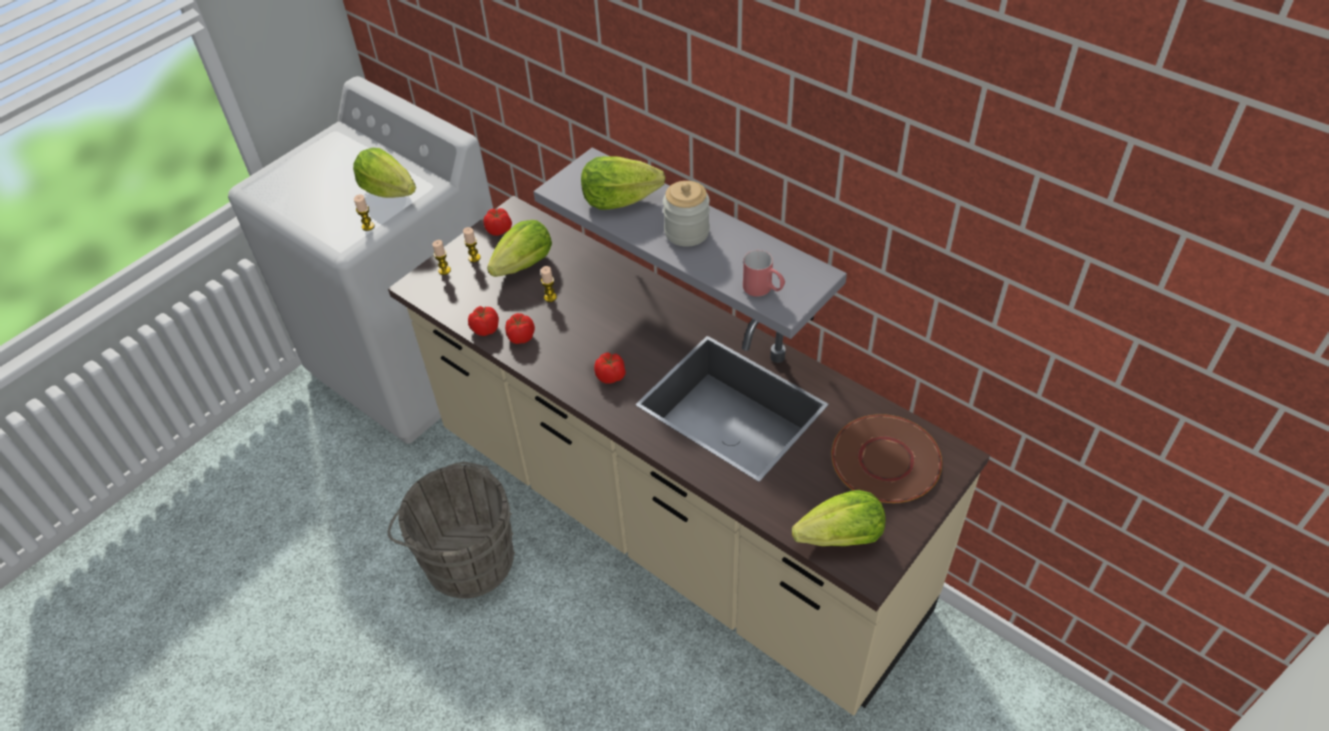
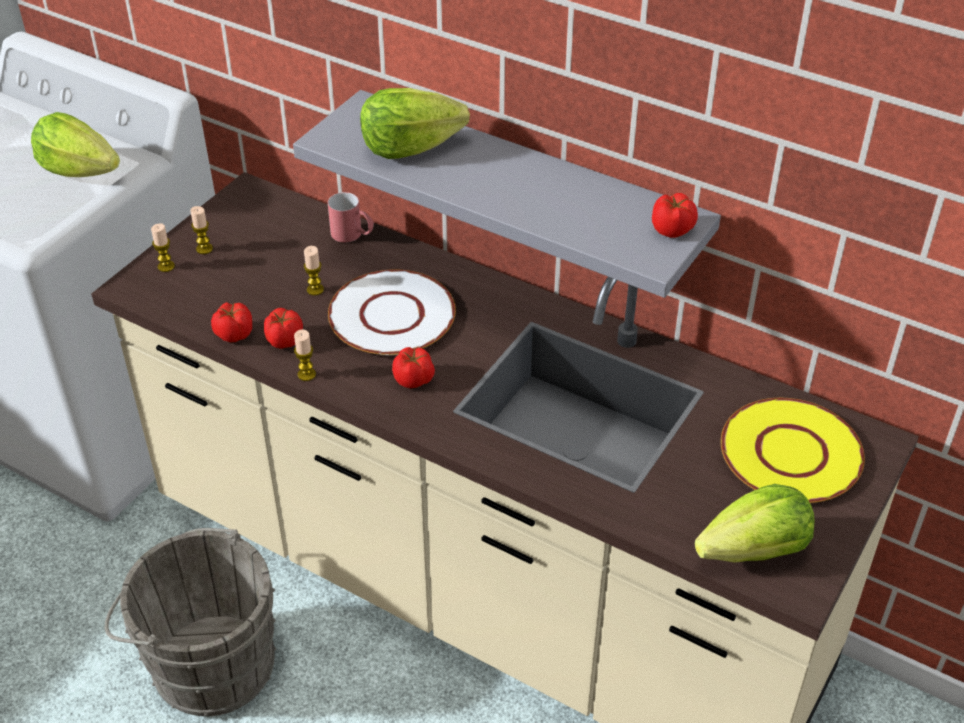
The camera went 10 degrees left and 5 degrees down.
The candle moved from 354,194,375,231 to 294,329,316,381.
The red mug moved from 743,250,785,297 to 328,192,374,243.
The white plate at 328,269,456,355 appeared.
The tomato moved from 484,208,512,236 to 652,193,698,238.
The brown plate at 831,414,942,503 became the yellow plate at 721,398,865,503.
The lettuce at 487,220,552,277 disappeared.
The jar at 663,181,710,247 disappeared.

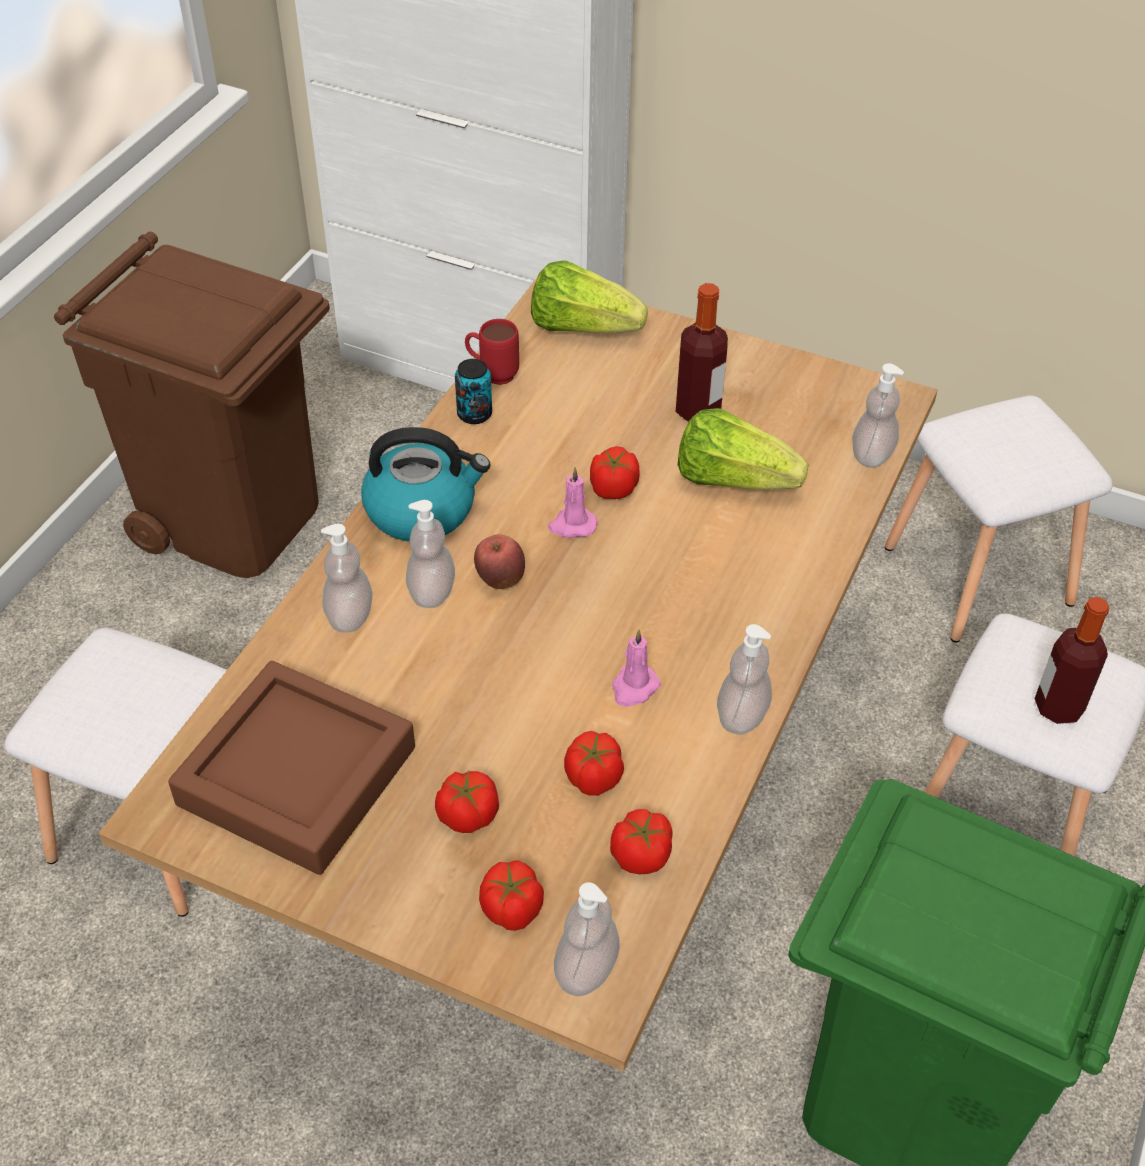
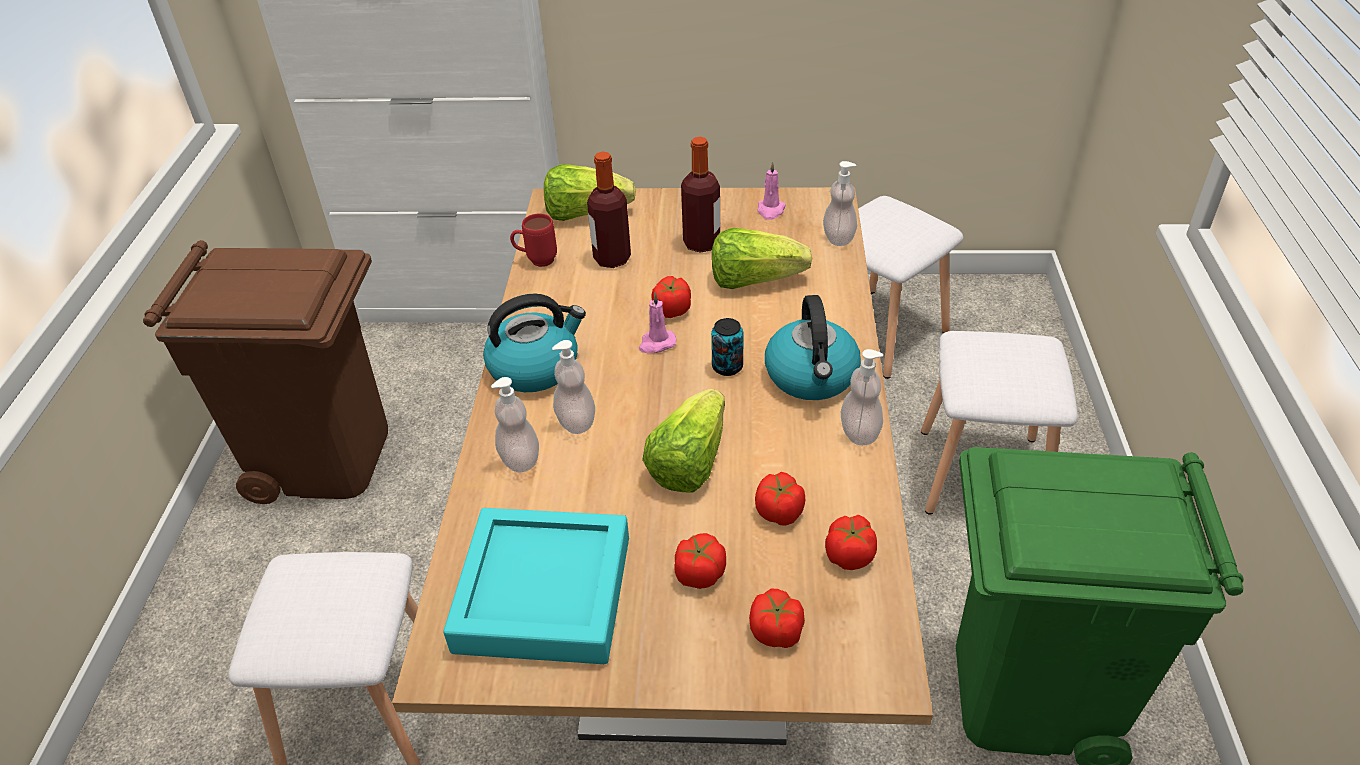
The camera went 20 degrees left and 5 degrees down.
The brown tray at 168,661,415,875 became the turquoise tray at 443,508,629,664.
The bottle moved from 1034,597,1110,724 to 587,151,631,268.
The lettuce at 642,389,725,493 appeared.
The can moved from 455,359,492,424 to 711,318,744,376.
The pink candle moved from 612,630,661,707 to 757,161,786,220.
The kettle at 765,295,861,400 appeared.
The apple at 474,534,525,589 disappeared.
The soap dispenser at 554,882,620,996 disappeared.

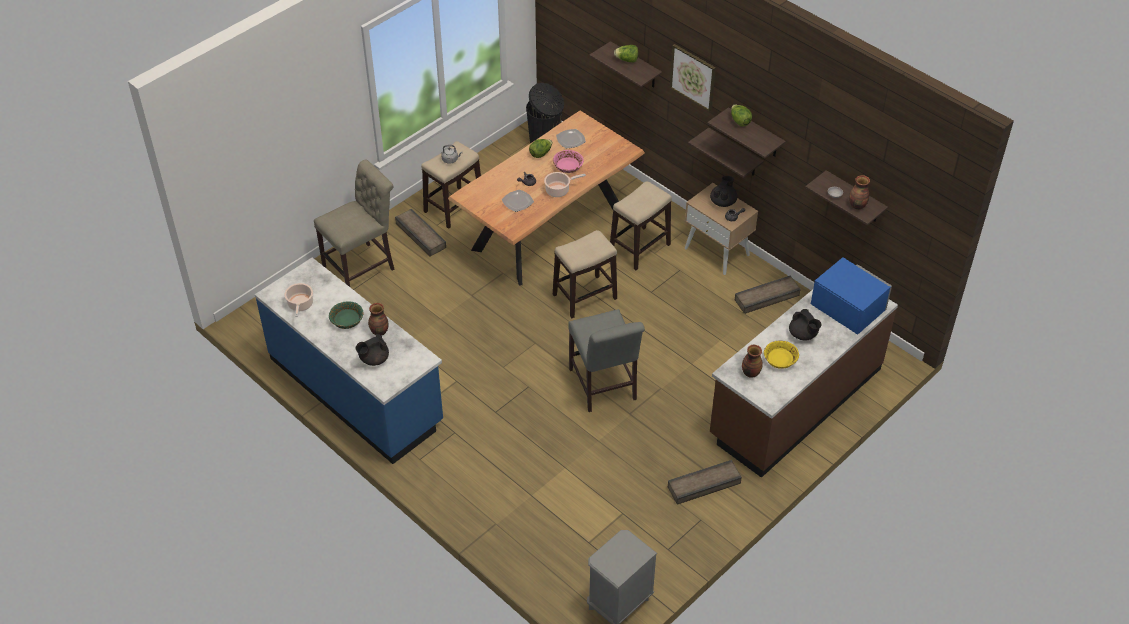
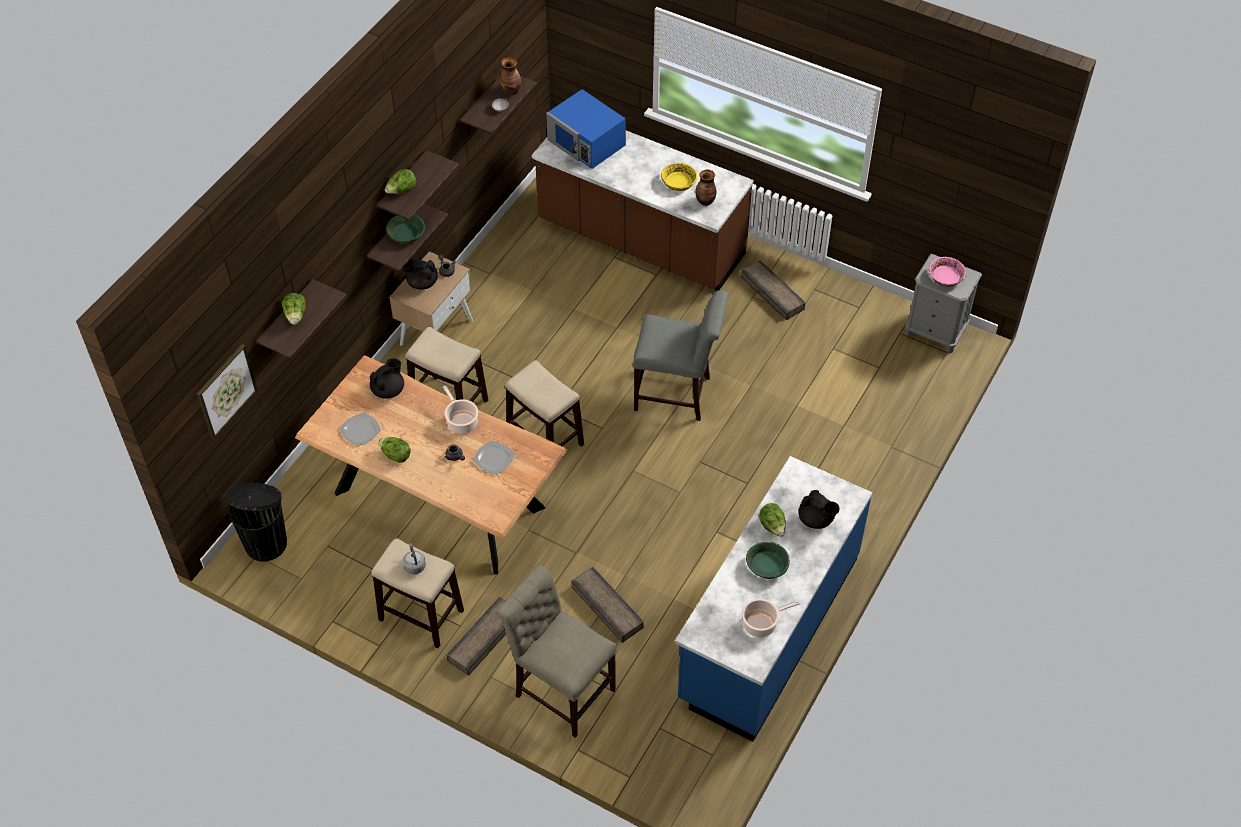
The camera went 105 degrees left and 5 degrees up.
The picture moved from 670,44,716,112 to 197,344,258,439.
The black teapot moved from 789,309,822,340 to 370,358,404,399.
The green bowl at 386,215,425,243 appeared.
The blue microwave at 811,257,892,335 turned 75 degrees counterclockwise.
The crate moved from 735,275,801,314 to 571,567,644,643.
The grey chair at 568,309,645,412 turned 45 degrees clockwise.
The vase at 368,303,389,336 was replaced by the lettuce at 759,503,786,537.
The pink bowl moved from 553,150,584,173 to 929,257,966,287.

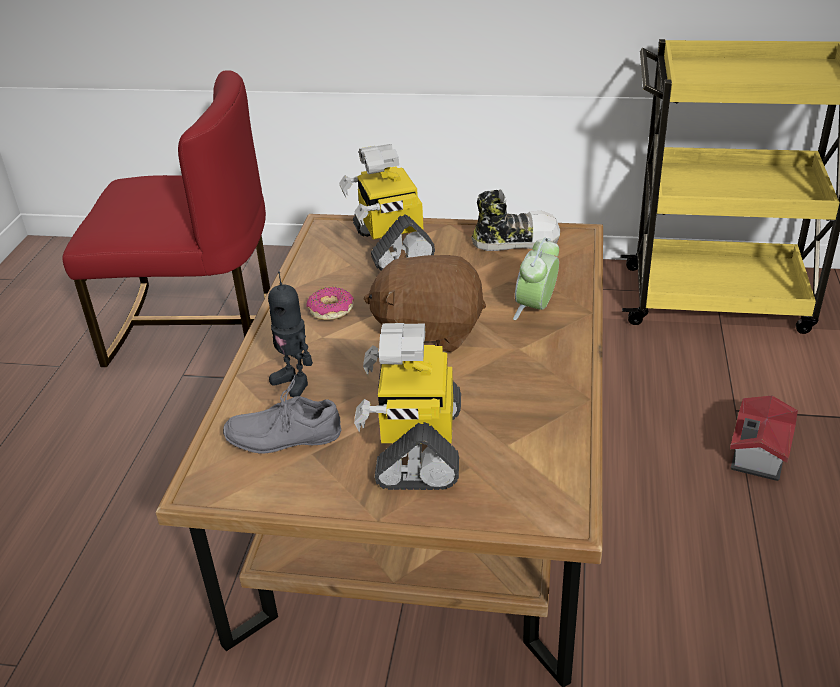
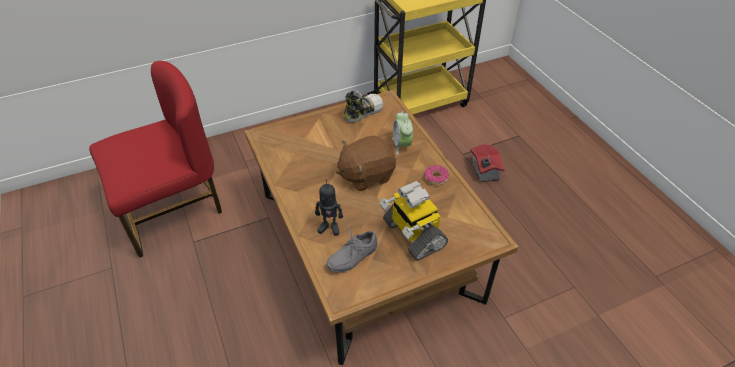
The camera went 35 degrees left and 10 degrees up.
The donut moved from 306,287,354,320 to 424,165,449,185.
The toy robot at 339,144,435,271 disappeared.

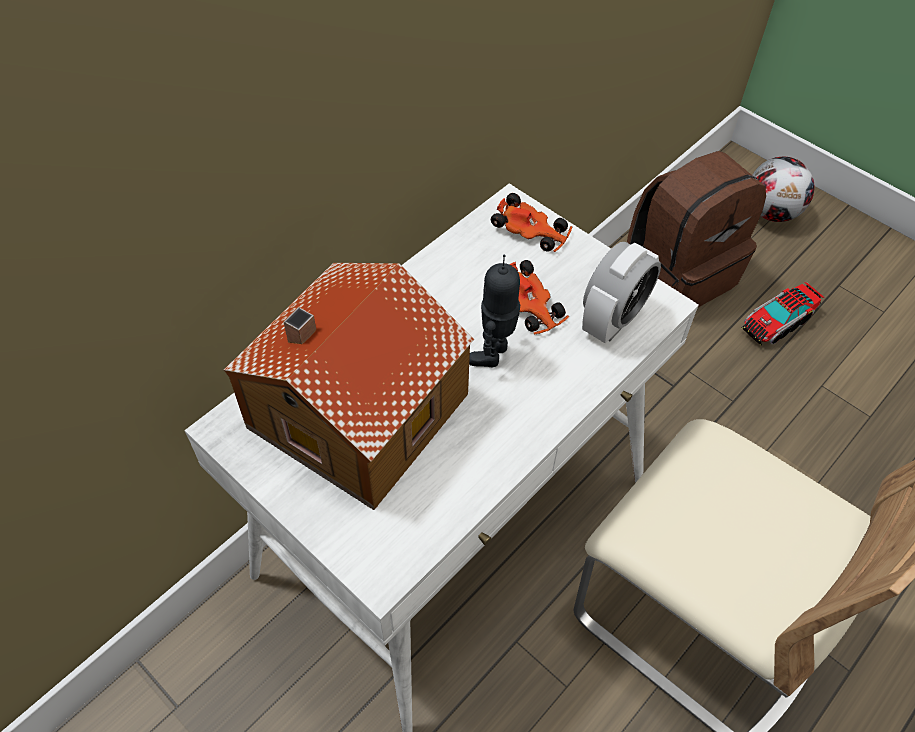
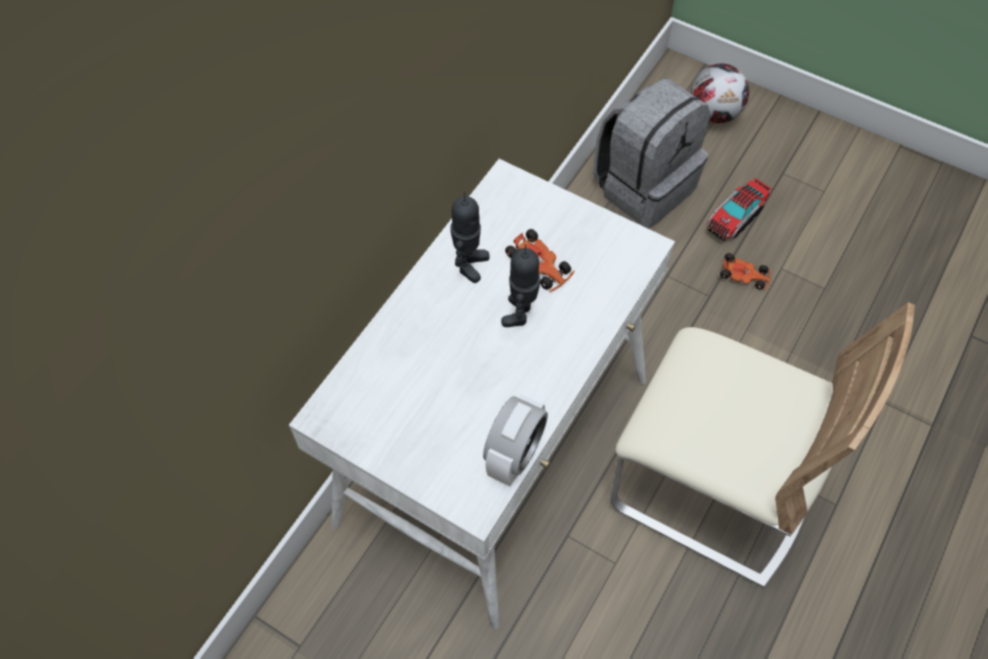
The camera went 10 degrees left and 5 degrees up.
The toy robot at 450,191,490,283 appeared.
The alarm clock moved from 582,242,661,343 to 483,394,548,486.
The brown backpack at 627,151,766,307 became the grey backpack at 593,78,710,228.
The toy car moved from 491,193,572,252 to 720,253,771,290.
The toy house at 224,263,474,510 disappeared.

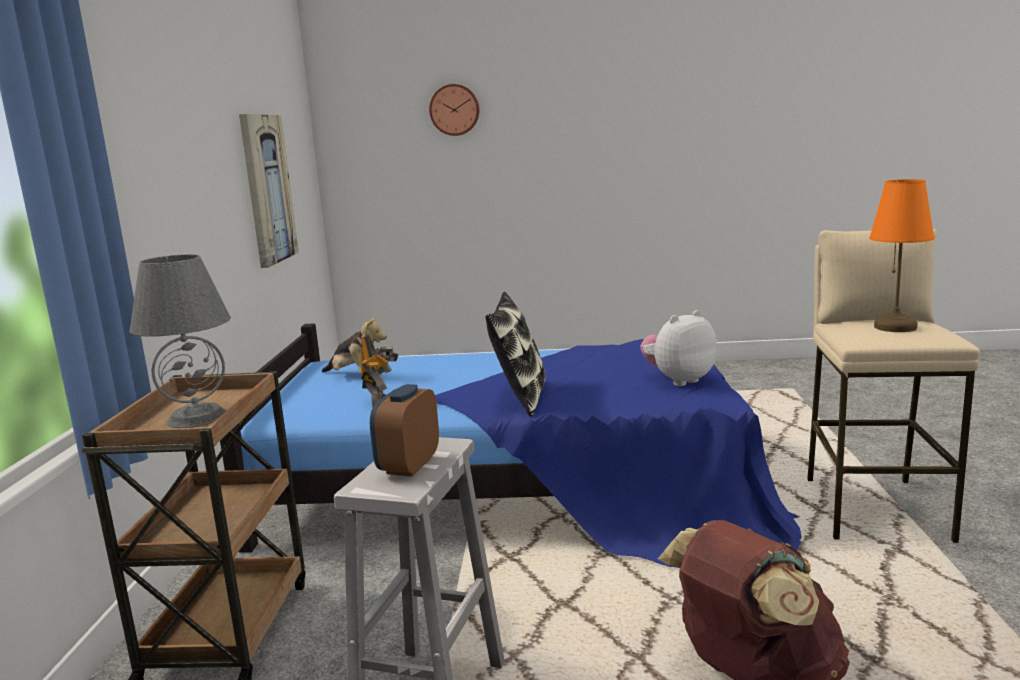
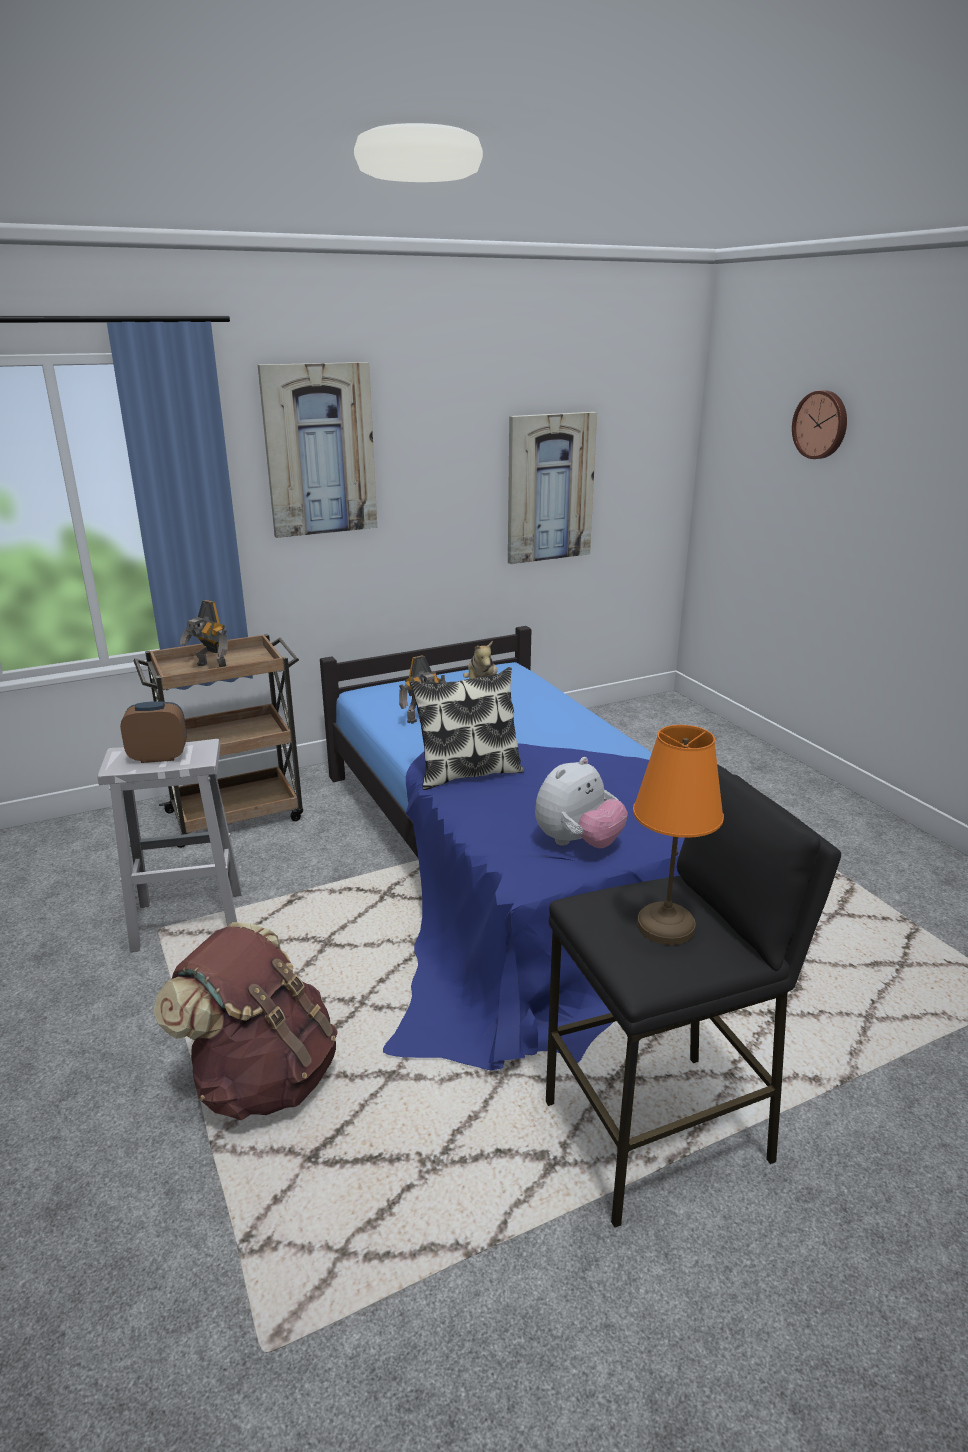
The camera went 60 degrees right and 10 degrees up.
The grey table lamp at 129,254,231,428 was replaced by the toy robot at 180,600,228,668.
The picture at 258,362,377,538 appeared.
The plush toy at 640,310,717,386 turned 105 degrees clockwise.
The beige stool at 807,229,980,543 became the black stool at 546,764,841,1228.

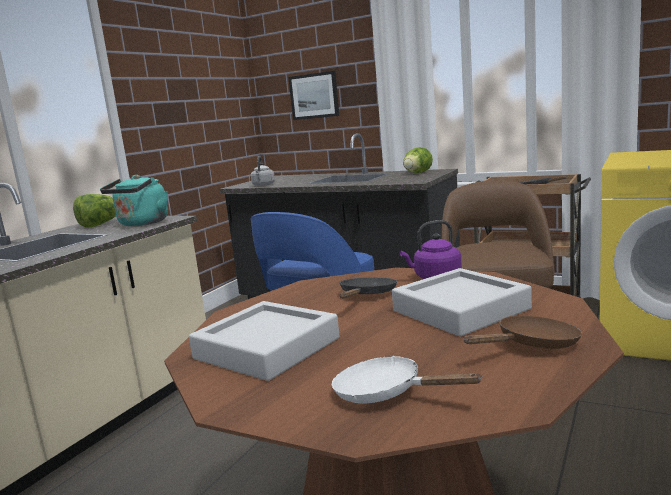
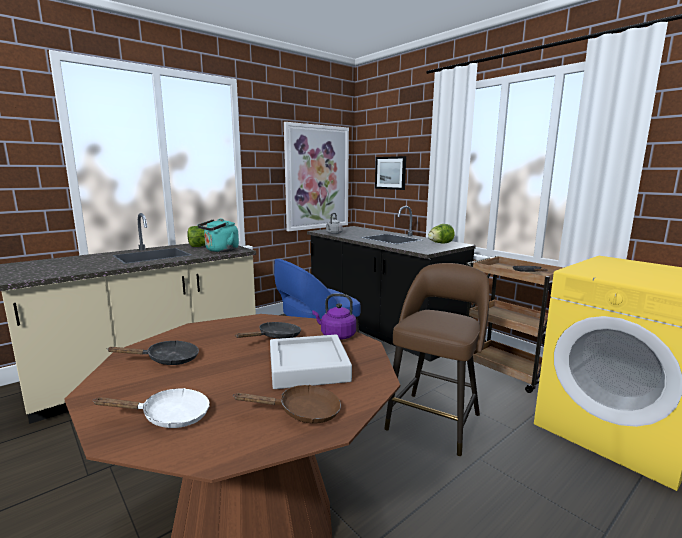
The camera went 20 degrees right and 0 degrees up.
The white frying pan at 332,356,483,403 turned 120 degrees clockwise.
The grey tray at 189,301,340,381 was replaced by the black frying pan at 106,340,199,365.
The picture at 284,122,349,231 appeared.

